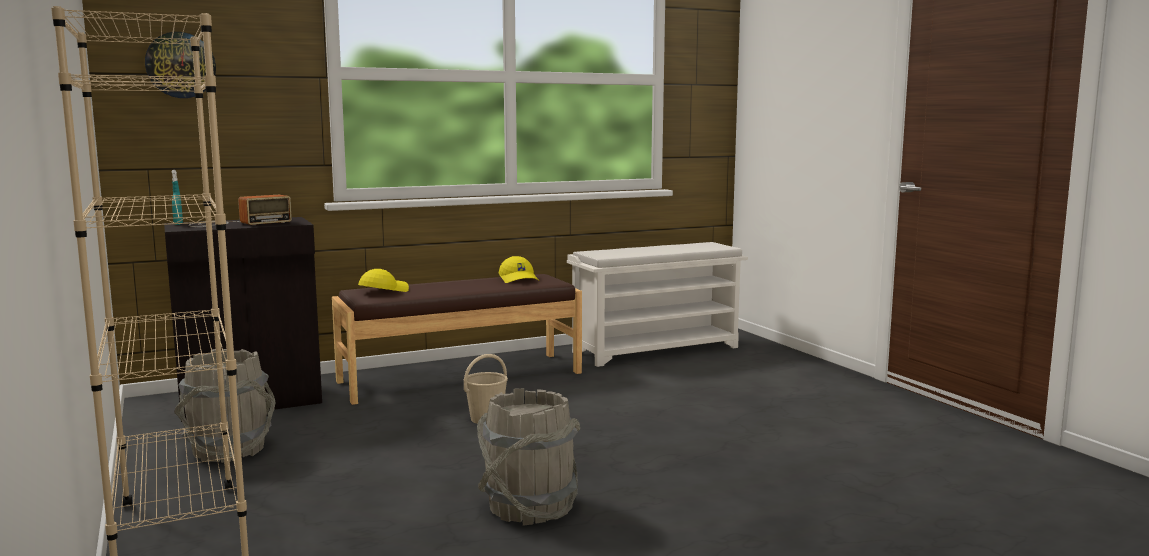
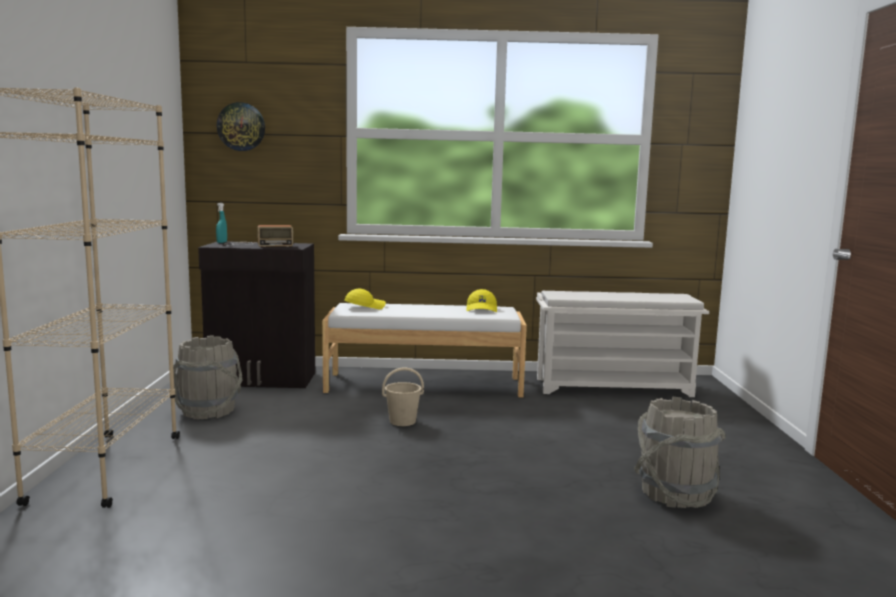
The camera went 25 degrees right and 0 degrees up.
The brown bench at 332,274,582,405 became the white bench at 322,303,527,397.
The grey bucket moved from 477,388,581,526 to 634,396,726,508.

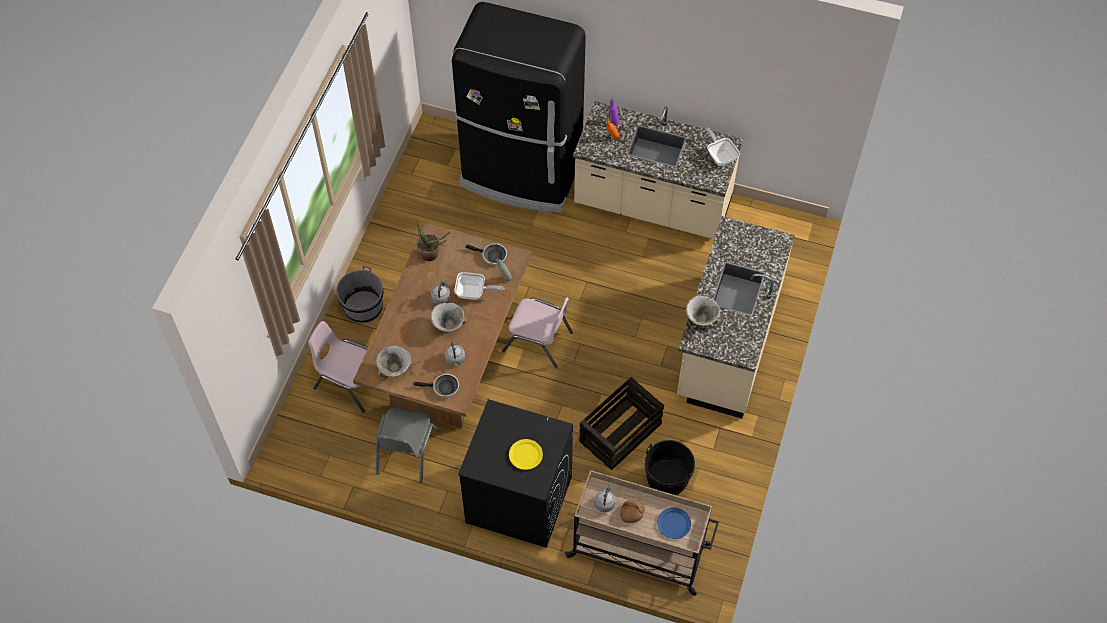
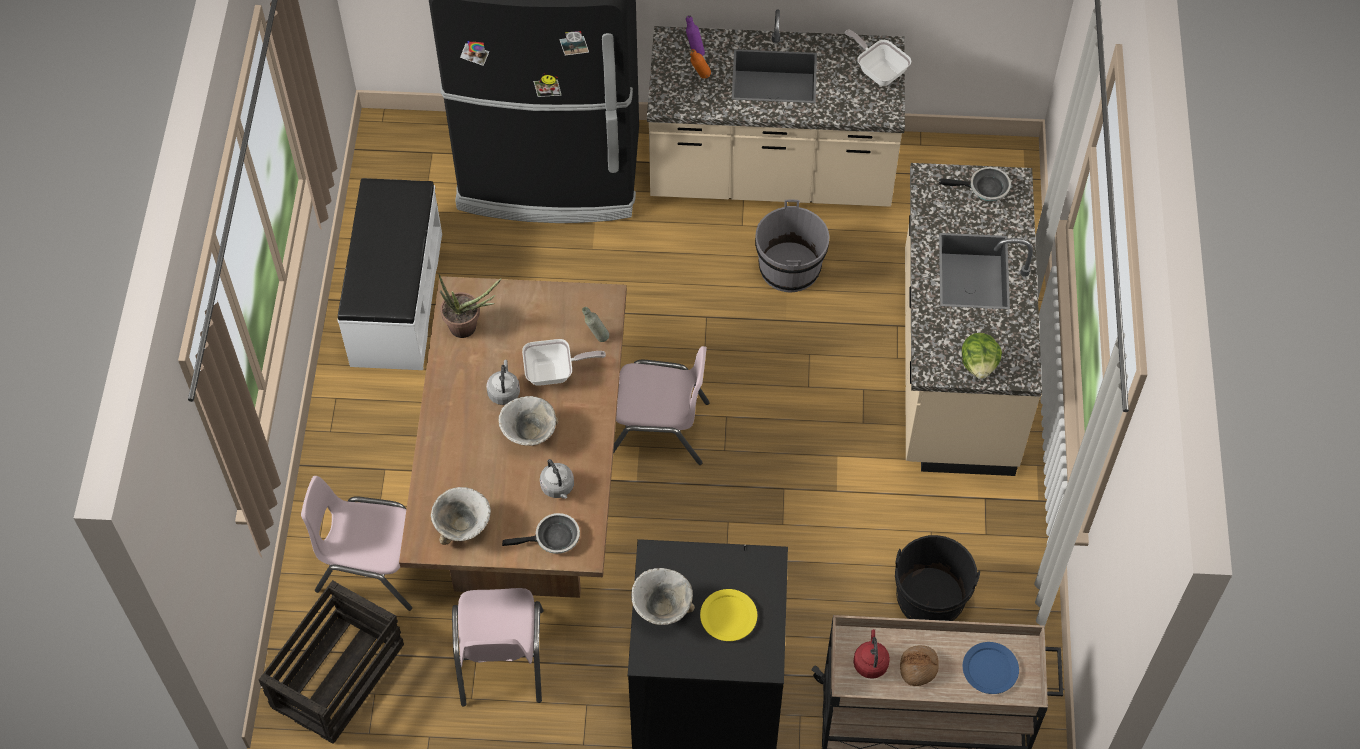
The camera went 15 degrees left and 0 degrees up.
The crate moved from 579,377,664,470 to 259,581,404,744.
The white bench at 338,178,442,370 appeared.
The grey chair at 375,408,439,483 became the pink chair at 452,588,544,707.
The bowl moved from 686,296,720,326 to 631,568,695,625.
The grey bucket moved from 336,266,383,323 to 755,199,829,292.
The grey kettle at 594,484,616,512 became the red kettle at 853,629,890,679.
The frying pan moved from 465,243,507,265 to 939,167,1011,201.
The lettuce at 962,333,1002,379 appeared.

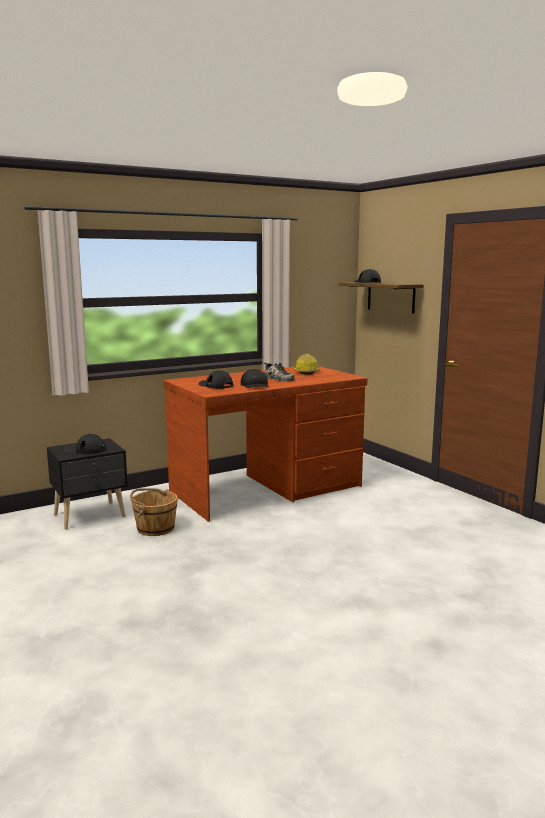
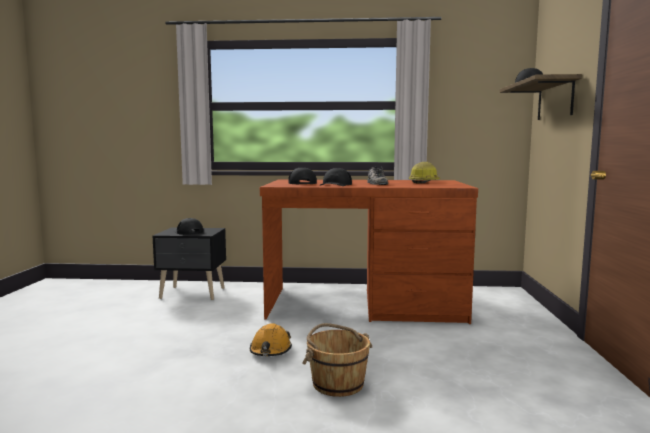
The camera went 35 degrees right and 5 degrees down.
The orange hard hat at 250,324,292,356 appeared.
The brown bucket moved from 130,488,178,536 to 302,323,373,397.

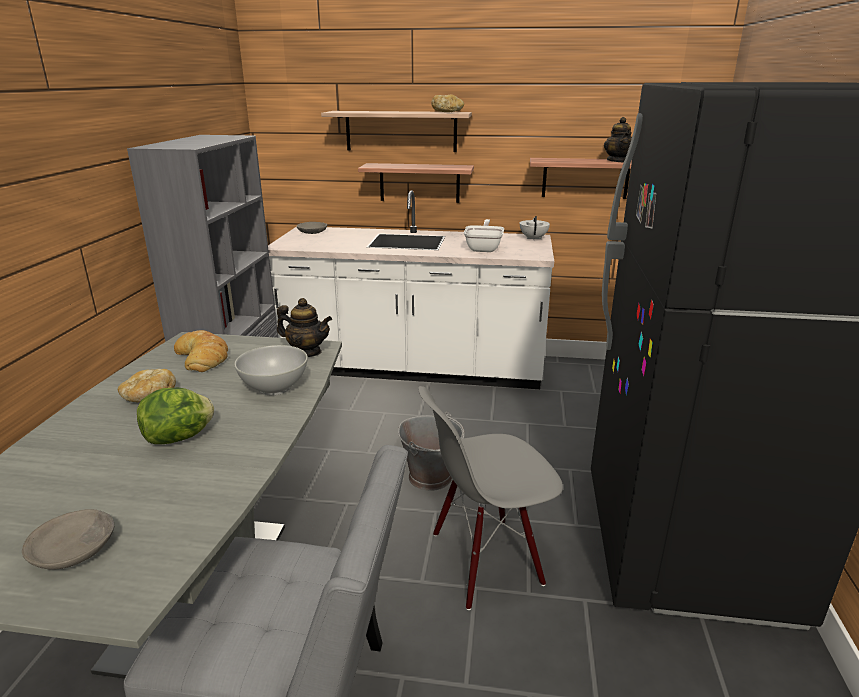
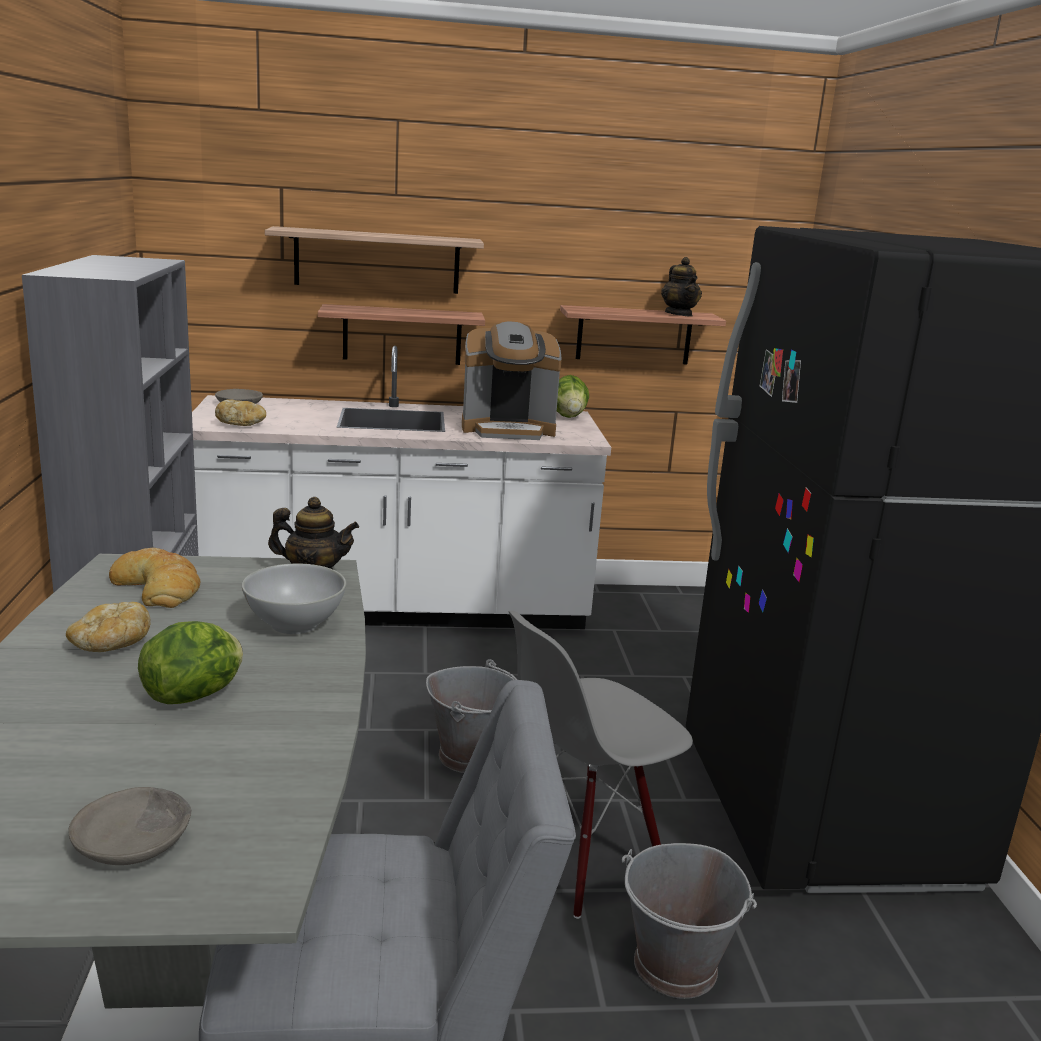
The camera went 15 degrees left and 5 degrees down.
The bread moved from 431,95,464,112 to 215,400,266,426.
The frying pan at 464,219,504,252 was replaced by the coffee machine at 462,322,562,440.
The white teapot at 520,216,550,241 was replaced by the lettuce at 557,375,589,418.
The grey bucket at 622,843,757,999 appeared.

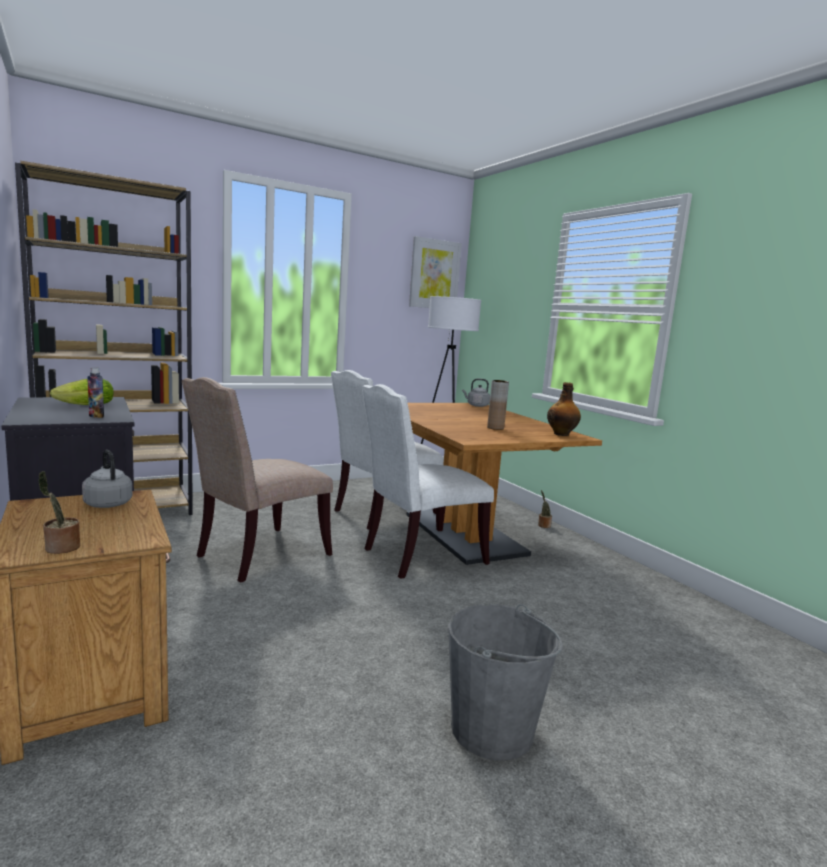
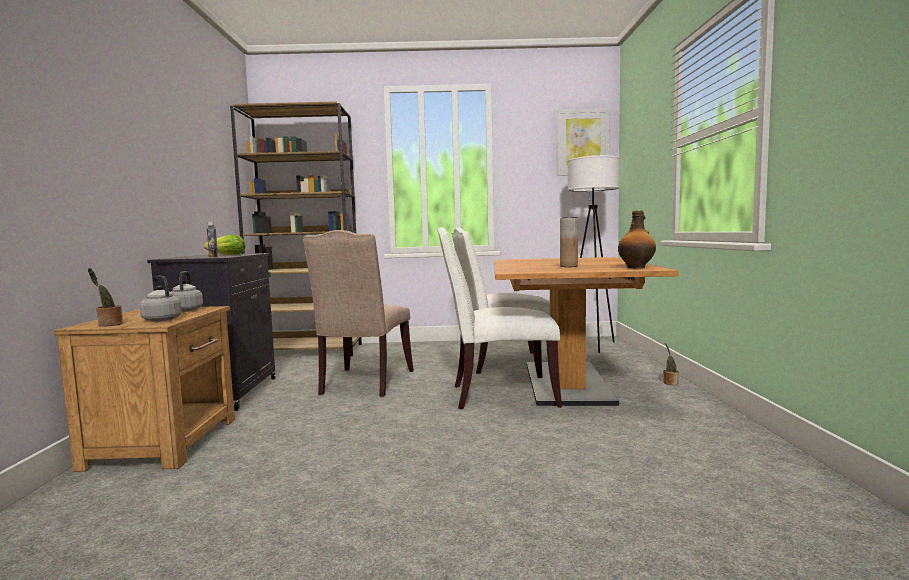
The camera went 30 degrees right and 5 degrees down.
The grey kettle moved from 462,379,490,407 to 140,276,182,322.
The beige chair at 182,377,333,583 turned 60 degrees counterclockwise.
The grey bucket at 448,604,563,761 disappeared.

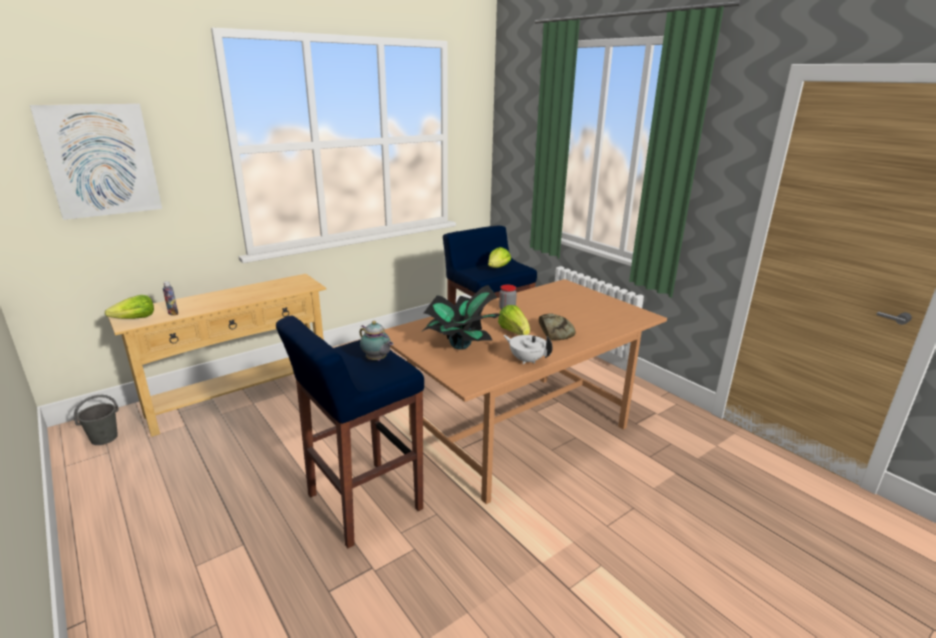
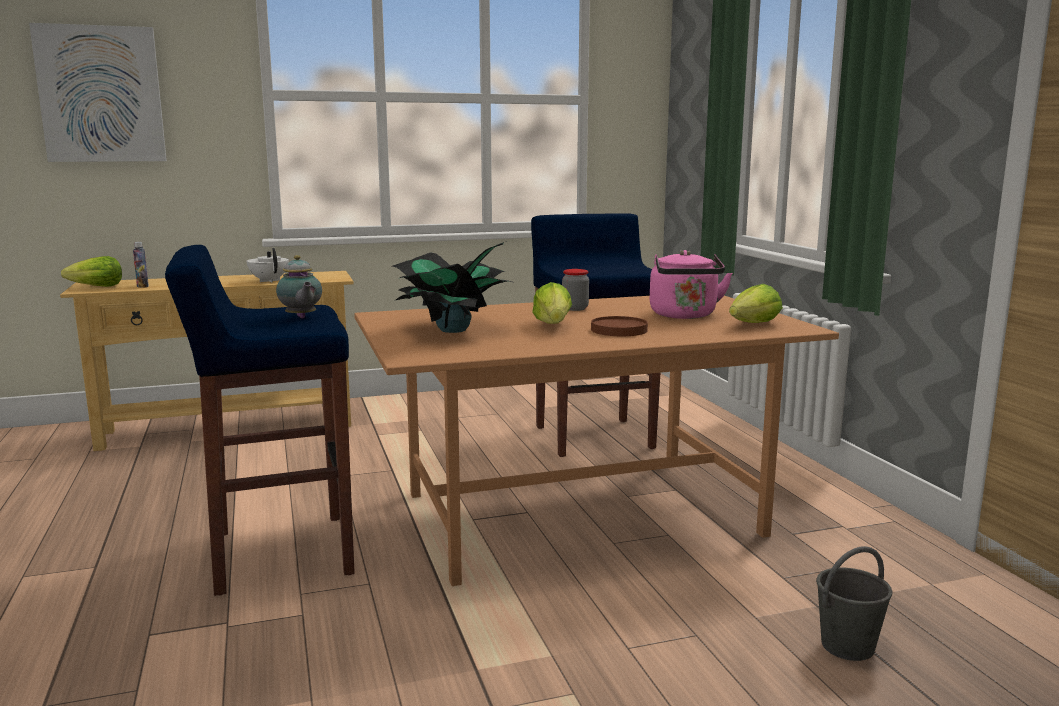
The camera went 20 degrees right and 10 degrees down.
The white teapot moved from 503,335,553,364 to 247,248,289,283.
The bread at 539,313,576,340 was replaced by the brown plate at 591,316,648,336.
The pink kettle at 650,250,733,319 appeared.
The lettuce moved from 488,247,511,268 to 729,284,783,323.
The grey bucket moved from 74,395,119,445 to 816,546,892,661.

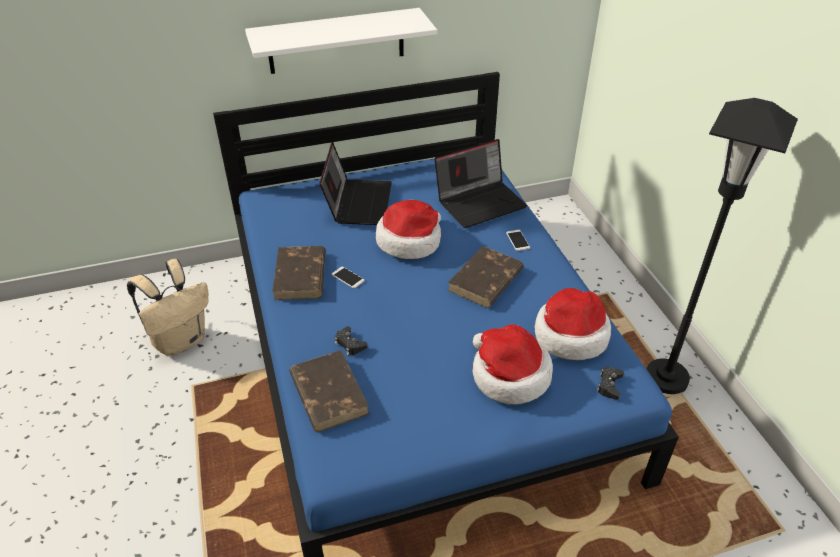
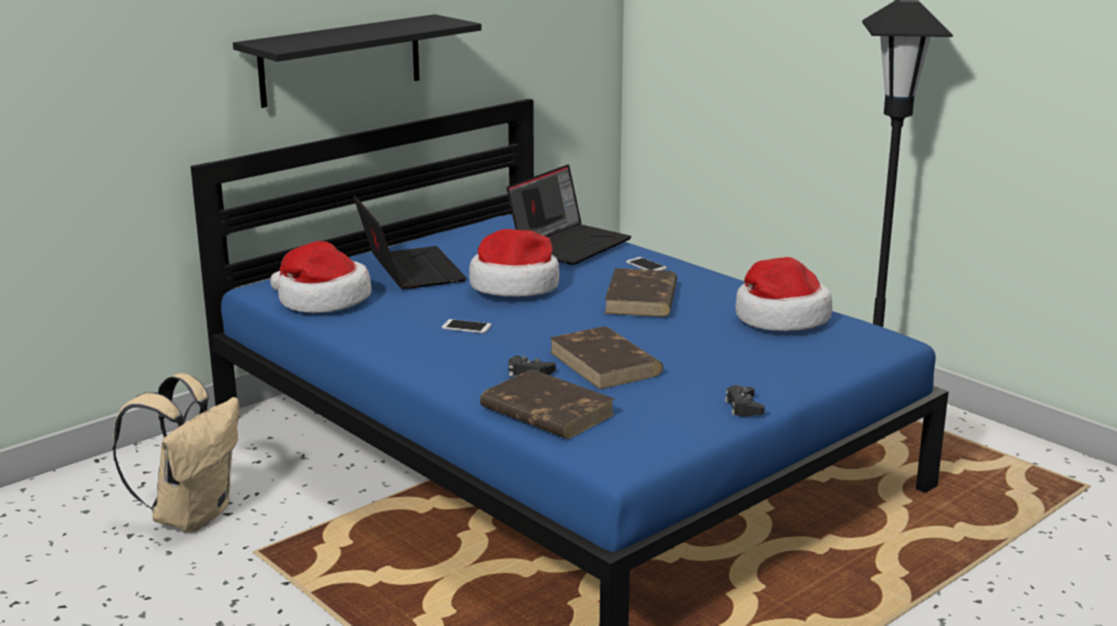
The camera went 25 degrees left and 20 degrees down.
The white shelf at 245,8,437,74 became the black shelf at 233,14,482,108.
The hat moved from 473,324,553,405 to 270,241,371,313.
The brown book moved from 272,246,325,300 to 550,326,663,389.
The black game controller moved from 597,367,624,400 to 725,385,765,417.

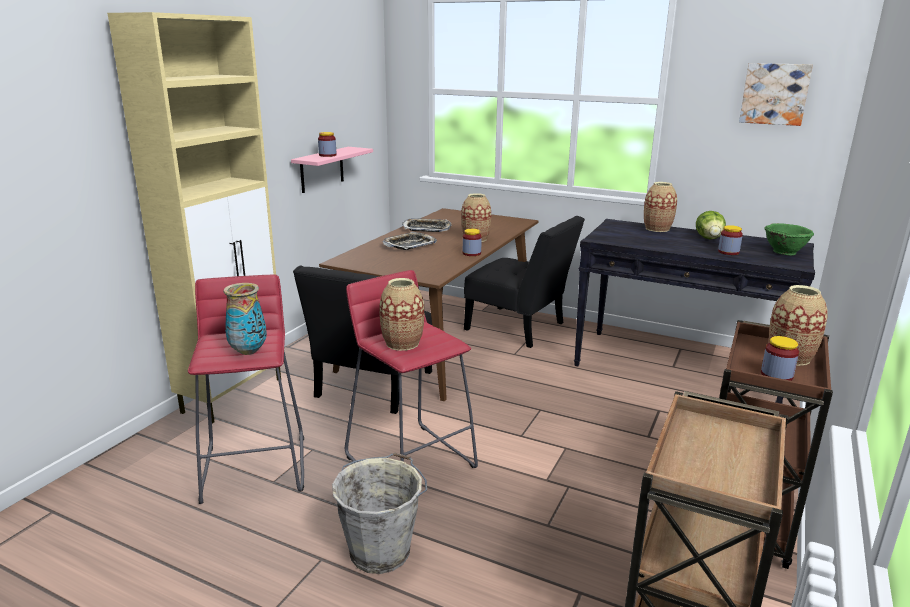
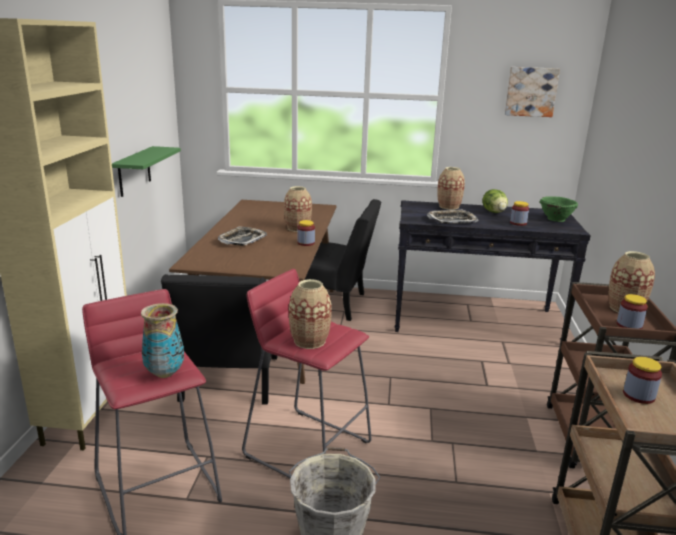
The camera went 20 degrees left and 0 degrees up.
The pink shelf at 291,147,373,193 became the green shelf at 112,146,181,197.
The tray moved from 402,218,452,232 to 427,209,478,224.
The jar moved from 318,132,336,157 to 623,357,662,404.

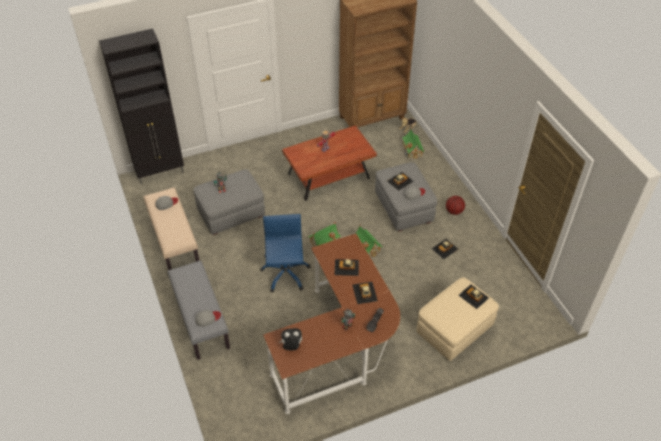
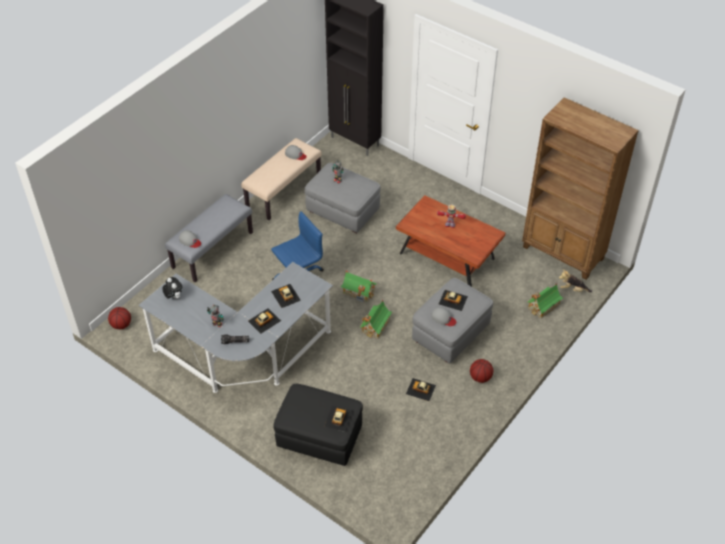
The camera went 60 degrees right and 0 degrees up.
The basketball at 108,307,131,329 appeared.
The brown desk at 263,234,400,414 became the grey desk at 139,262,333,393.
The beige ottoman at 417,277,499,361 became the black ottoman at 273,384,363,466.

